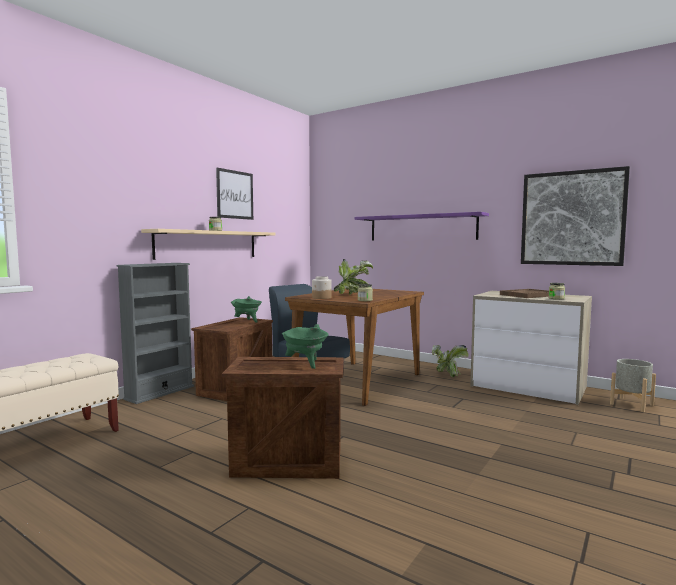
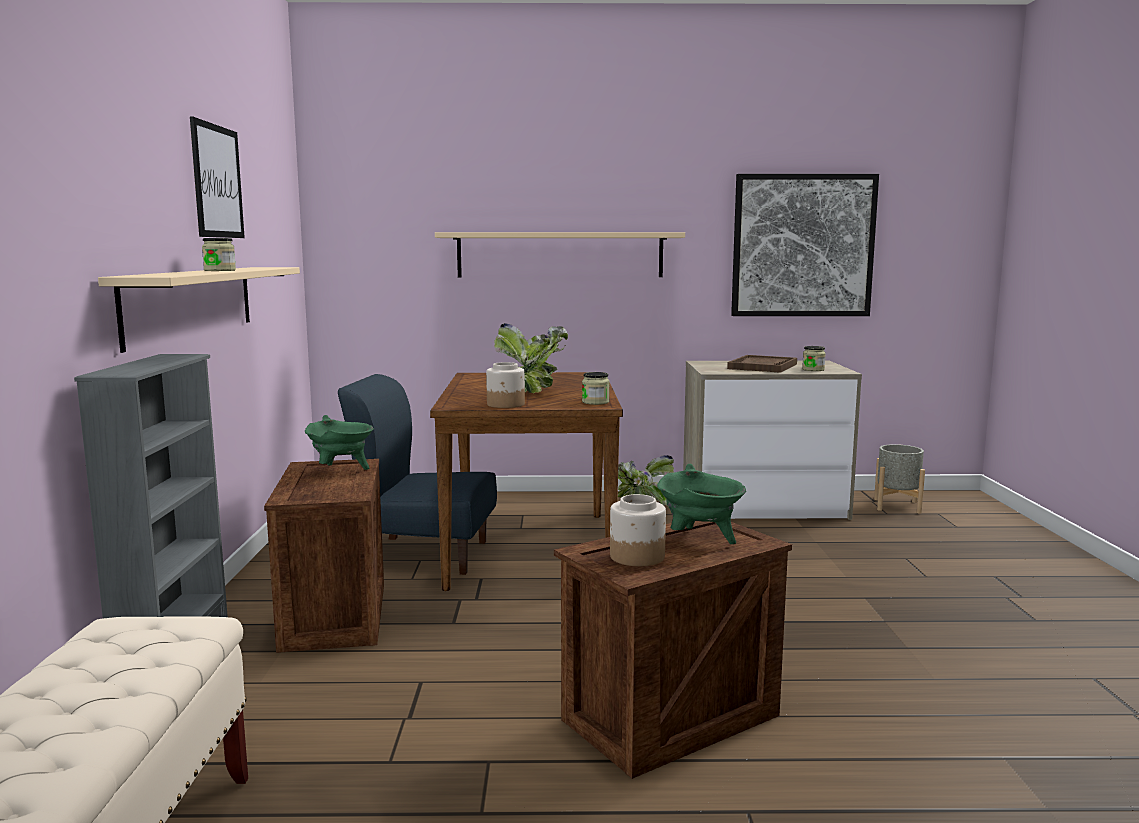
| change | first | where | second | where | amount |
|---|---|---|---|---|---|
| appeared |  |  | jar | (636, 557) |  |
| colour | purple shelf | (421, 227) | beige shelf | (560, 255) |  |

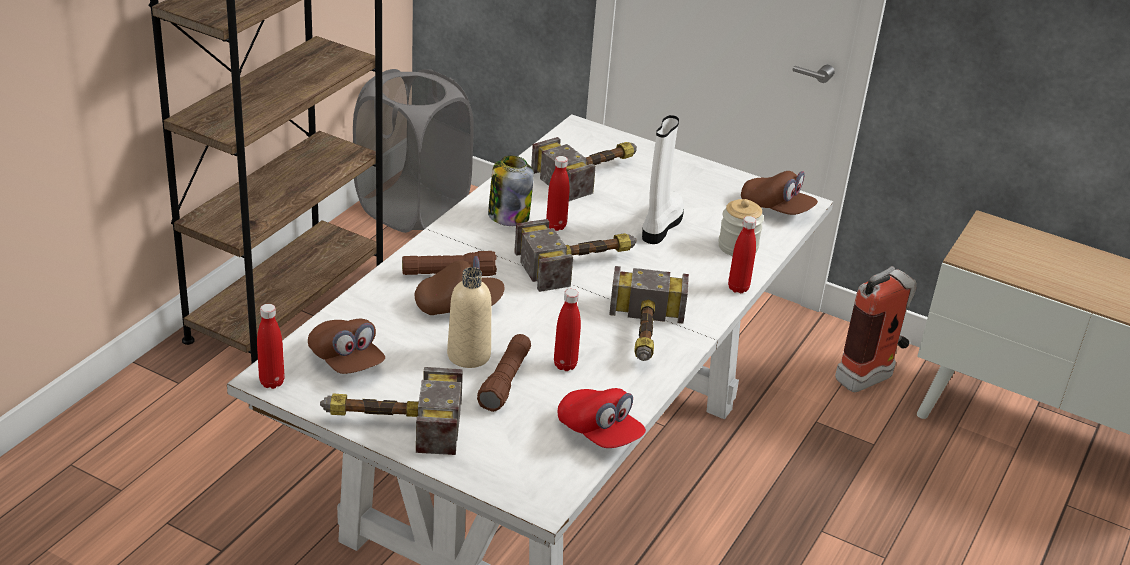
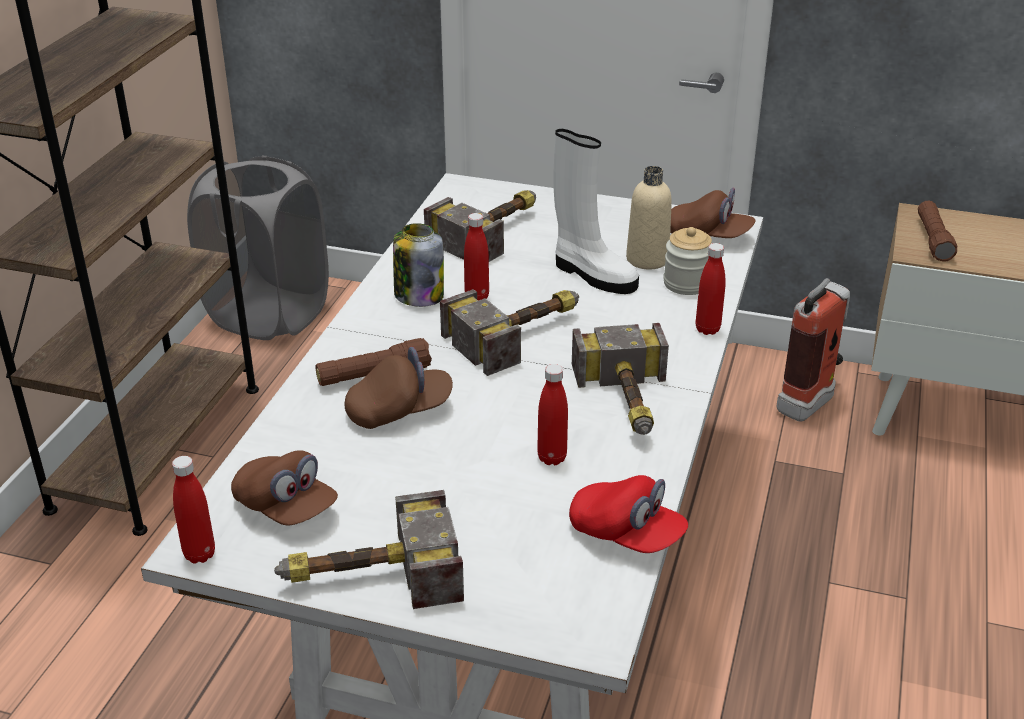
| change | first | where | second | where | amount |
|---|---|---|---|---|---|
| relocated | beige bottle | (469, 355) |  | (647, 259) |  |
| relocated | brown flashlight | (505, 381) |  | (933, 240) |  |
| spun | white boot | (661, 225) |  | (592, 275) | 120 degrees clockwise |

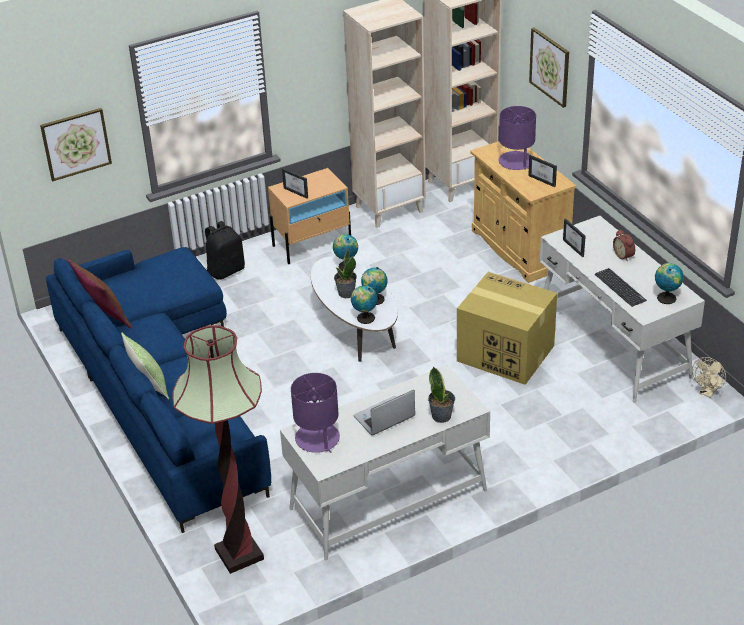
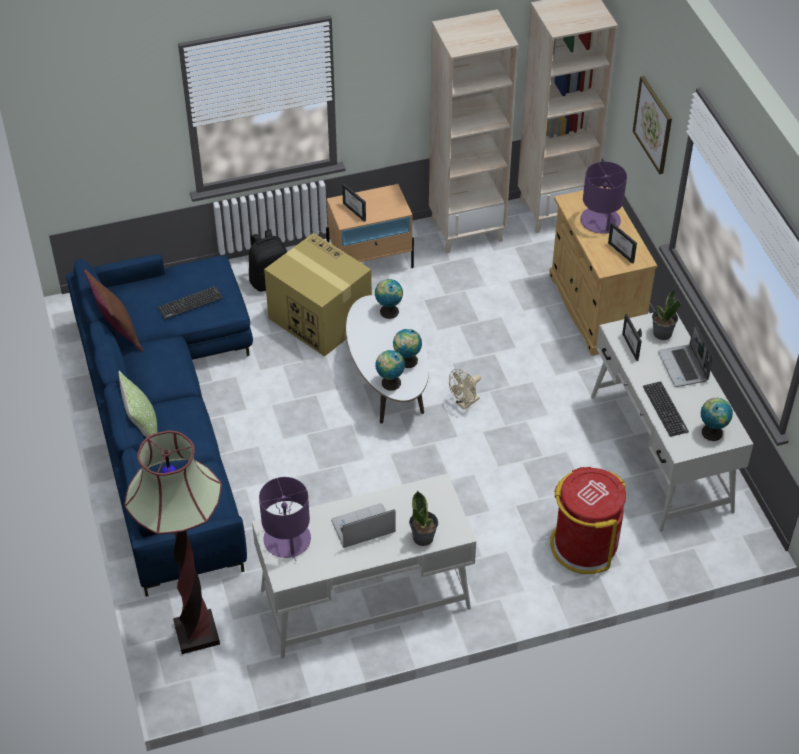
| change | first | where | second | where | amount |
|---|---|---|---|---|---|
| missing | picture | (76, 143) |  |  |  |
| appeared |  |  | keyboard | (190, 303) |  |
| appeared |  |  | red trash can | (584, 545) |  |
| relocated | potted plant | (346, 293) |  | (662, 333) |  |
| relocated | cardboard box | (504, 353) |  | (319, 318) |  |
| relocated | beige fan | (708, 392) |  | (465, 403) |  |
| exchanged | alarm clock | (624, 255) | laptop | (683, 367) |  |

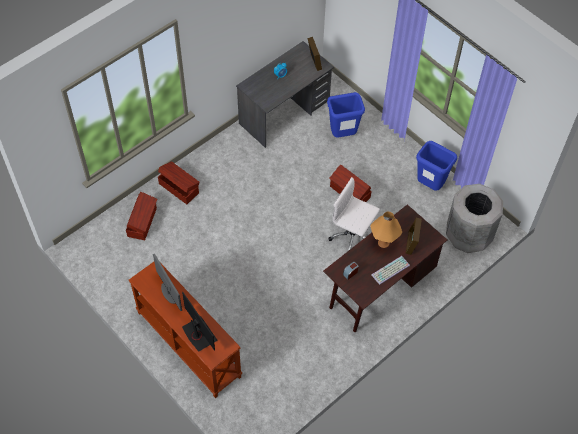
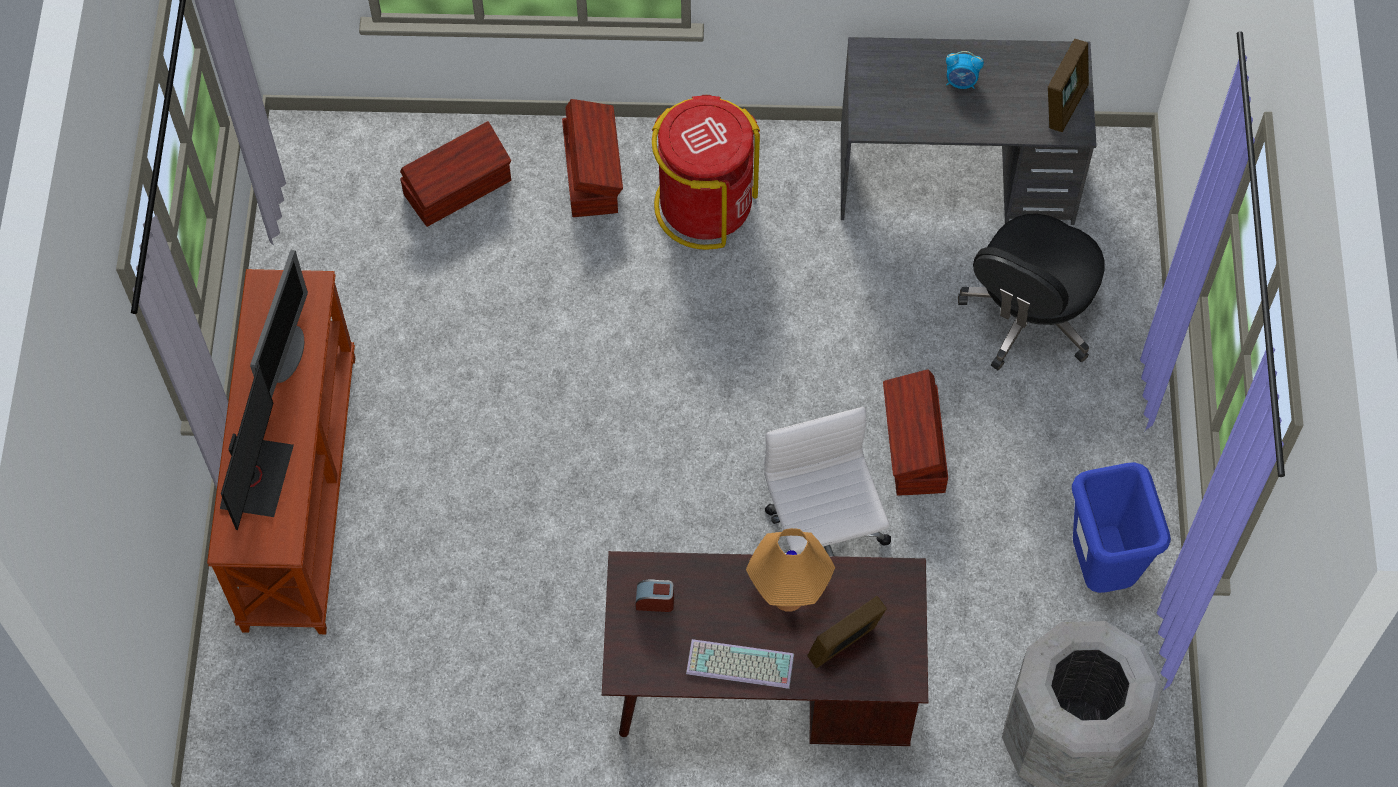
| change | first | where | second | where | amount |
|---|---|---|---|---|---|
| appeared |  |  | red trash can | (704, 205) |  |
| exchanged | blue trash can | (342, 135) | black office chair | (1028, 316) |  |

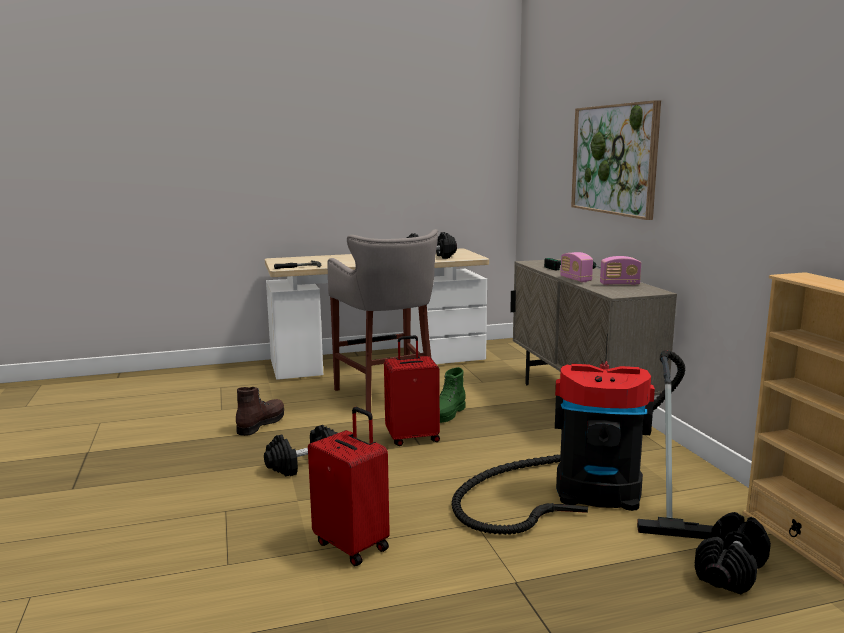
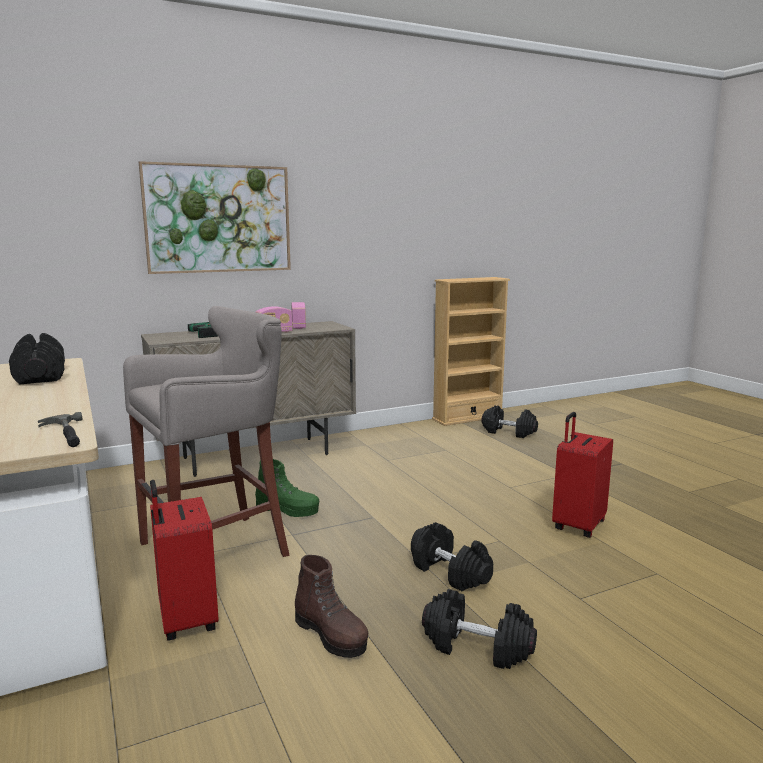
| change | first | where | second | where | amount |
|---|---|---|---|---|---|
| missing | vacuum cleaner | (587, 493) |  |  |  |
| appeared |  |  | black dumbbell | (477, 647) |  |
| relocated | red suitcase | (412, 438) |  | (185, 621) |  |
| spun | brown boot | (261, 424) |  | (331, 635) | 150 degrees counterclockwise |

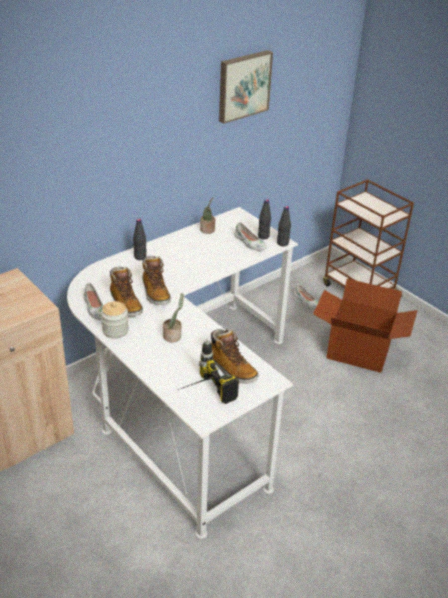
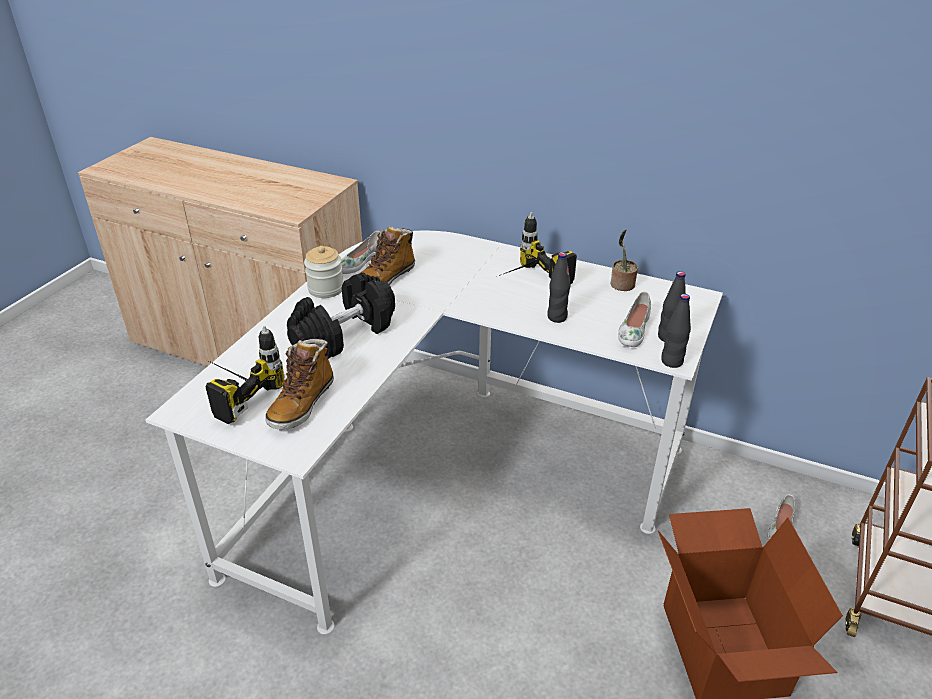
| change | first | where | second | where | amount |
|---|---|---|---|---|---|
| missing | boot | (155, 293) |  |  |  |
| missing | picture | (243, 85) |  |  |  |
| appeared |  |  | power drill | (525, 282) |  |
| relocated | black bottle | (140, 257) |  | (557, 317) |  |
| exchanged | potted plant | (173, 336) | black dumbbell | (344, 333) |  |

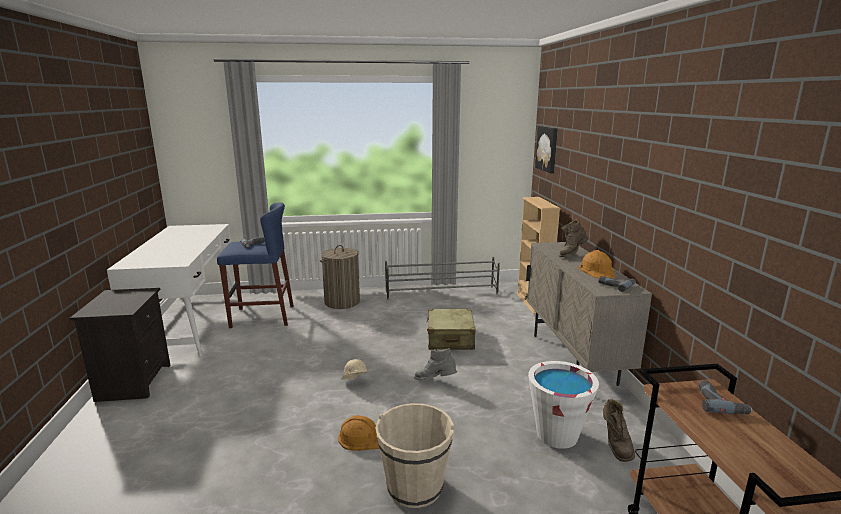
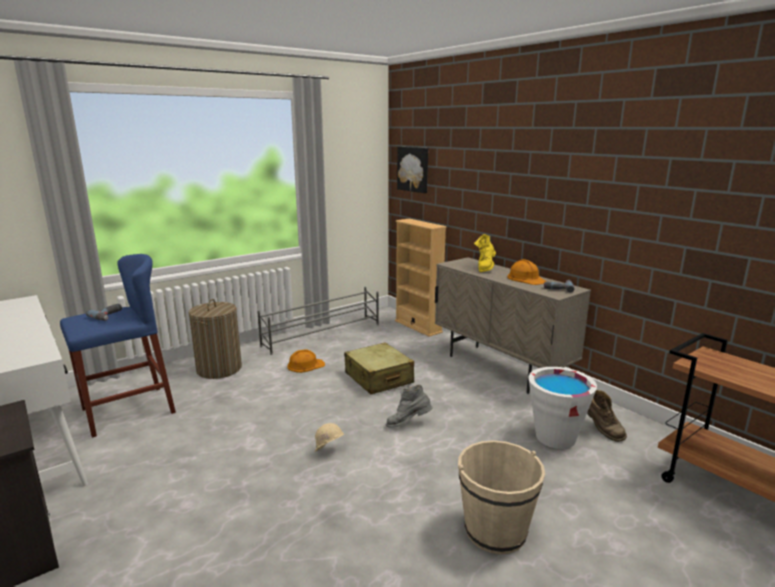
| change | first | where | second | where | amount |
|---|---|---|---|---|---|
| missing | power drill | (720, 403) |  |  |  |
| relocated | orange hard hat | (362, 437) |  | (305, 365) |  |
| colour | brown boot | (571, 254) | yellow boot | (485, 268) |  |

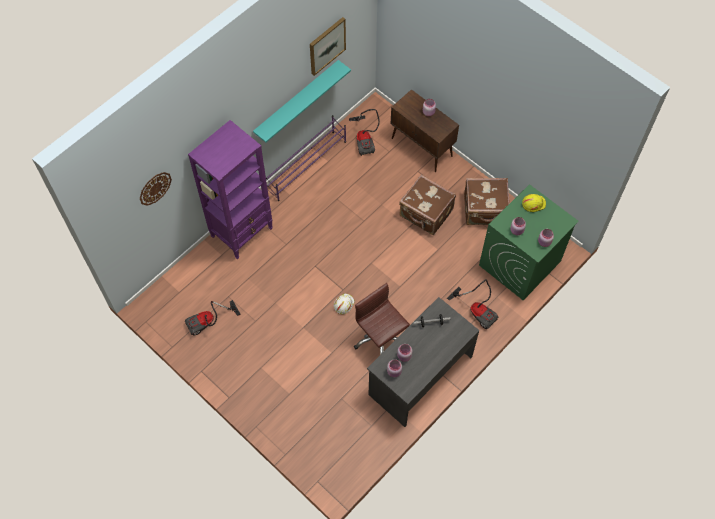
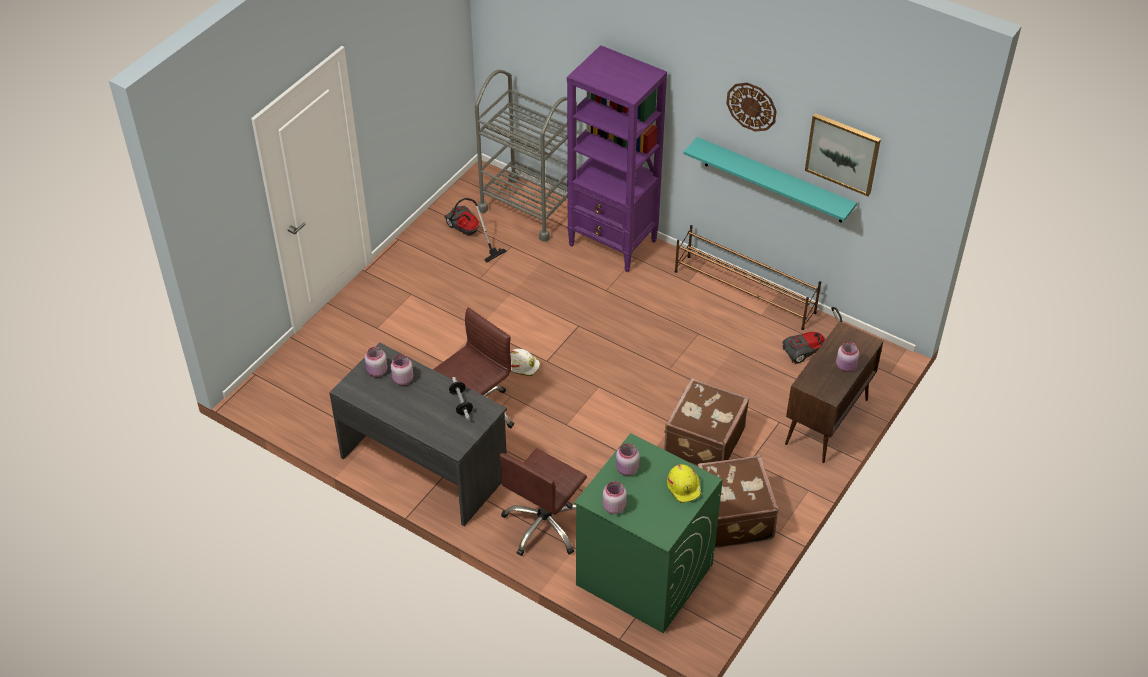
| change | first | where | second | where | amount |
|---|---|---|---|---|---|
| appeared |  |  | grey cart | (528, 208) |  |
| relocated | wall clock | (155, 188) |  | (751, 106) |  |
| exchanged | vacuum cleaner | (477, 310) | brown office chair | (544, 525) |  |
| colour | purple shoe rack | (307, 165) | brown shoe rack | (745, 292) |  |

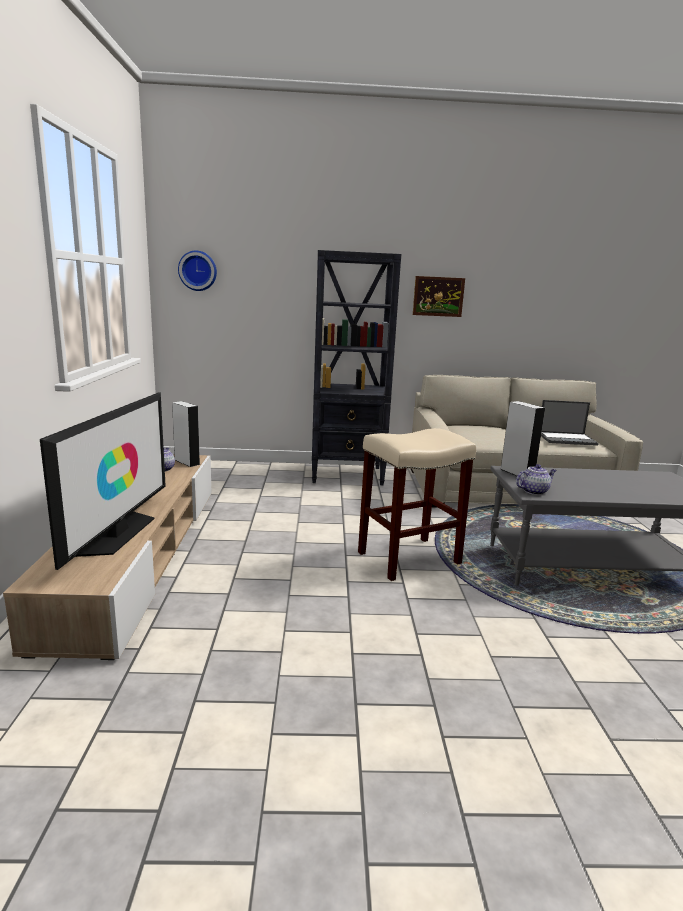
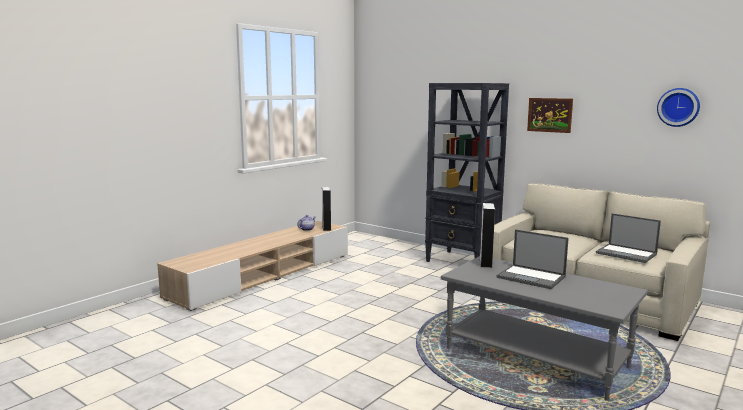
| change | first | where | second | where | amount |
|---|---|---|---|---|---|
| missing | television | (118, 533) |  |  |  |
| missing | beige stool | (409, 558) |  |  |  |
| missing | teapot | (534, 491) |  |  |  |
| appeared |  |  | laptop | (532, 277) |  |
| relocated | wall clock | (198, 271) |  | (678, 107) |  |

